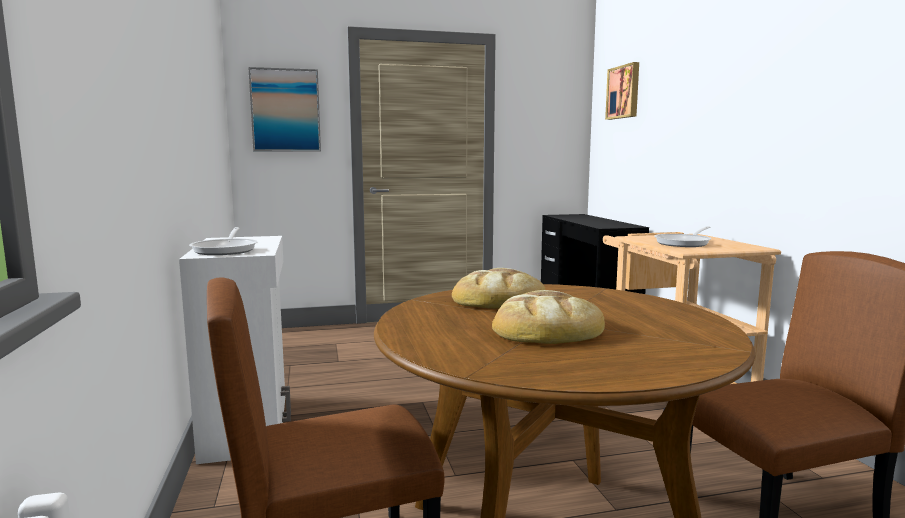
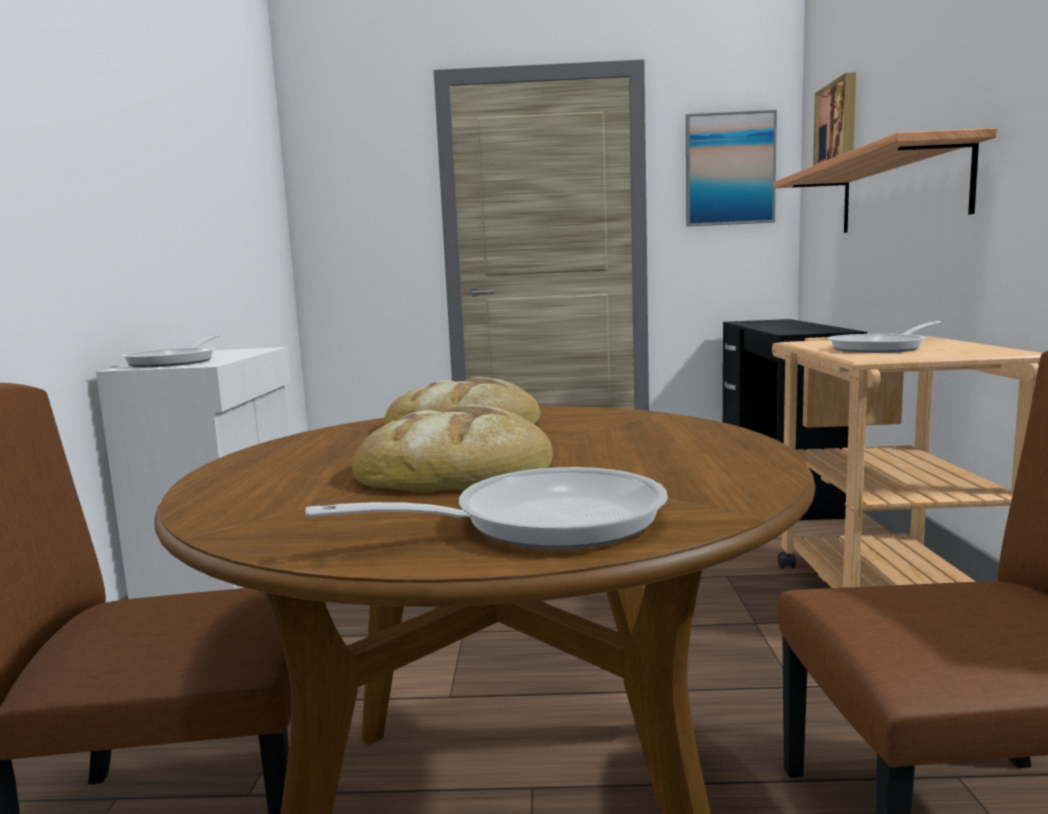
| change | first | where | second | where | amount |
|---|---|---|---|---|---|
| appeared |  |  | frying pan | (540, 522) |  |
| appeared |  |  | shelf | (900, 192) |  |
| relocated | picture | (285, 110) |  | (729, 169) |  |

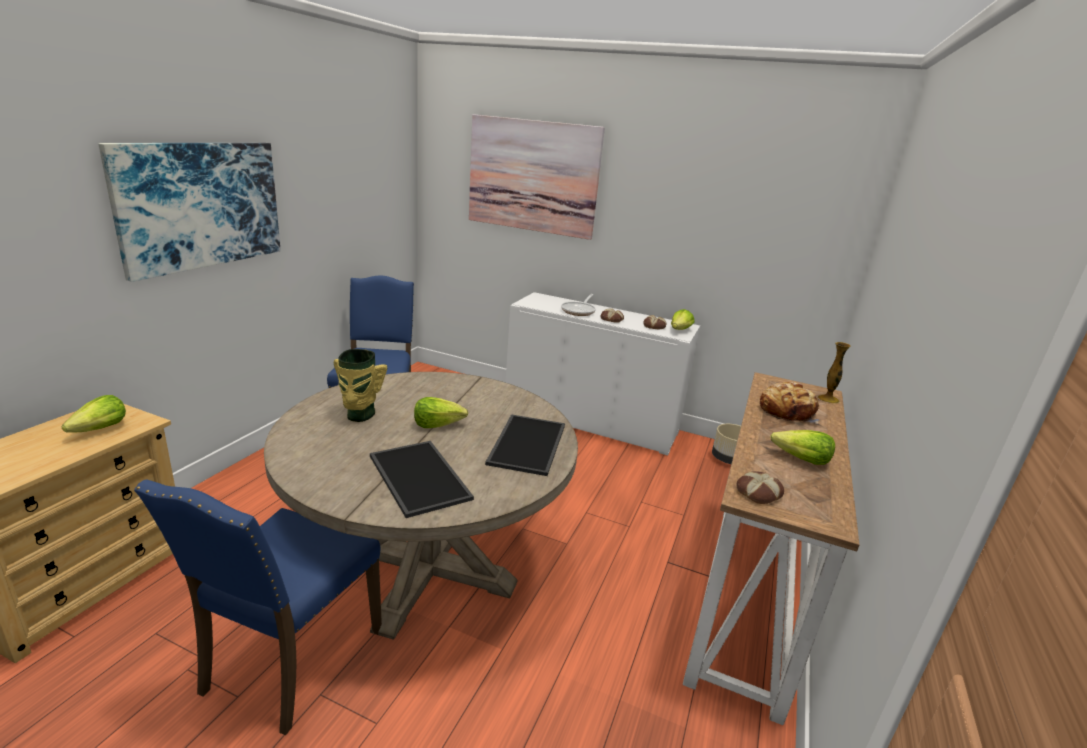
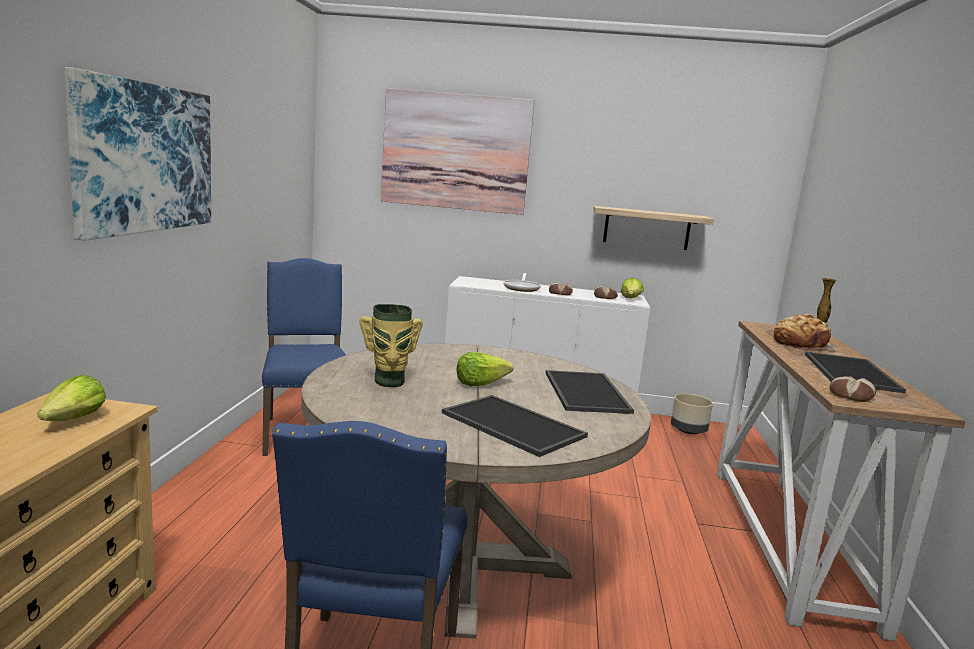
| change | first | where | second | where | amount |
|---|---|---|---|---|---|
| appeared |  |  | shelf | (646, 228) |  |
| exchanged | lettuce | (801, 459) | tray | (853, 373) |  |

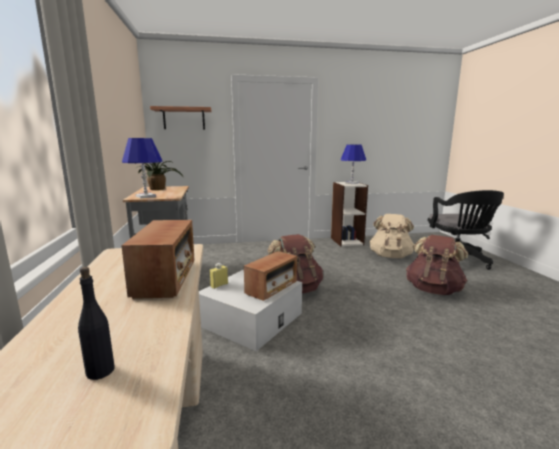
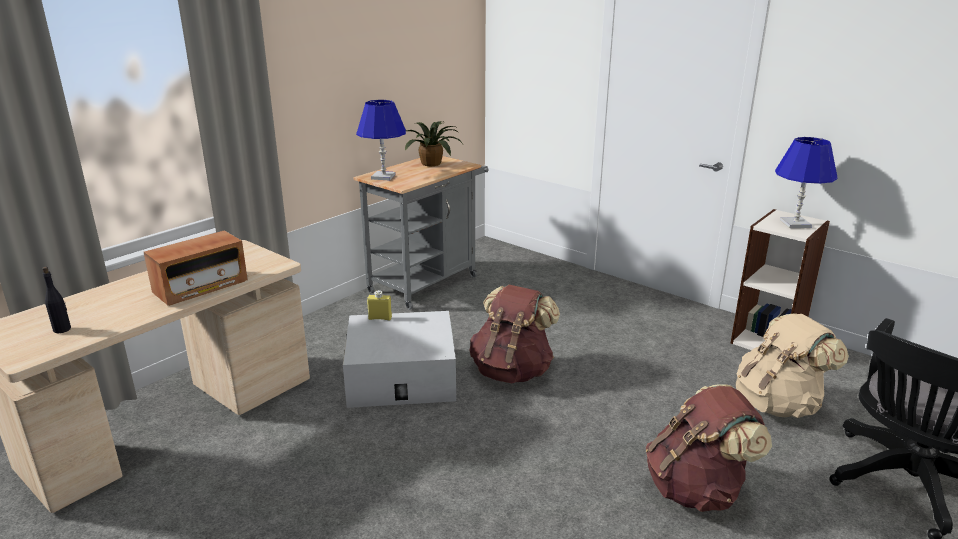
| change | first | where | second | where | amount |
|---|---|---|---|---|---|
| missing | shelf | (184, 119) |  |  |  |
| missing | radio | (271, 288) |  |  |  |

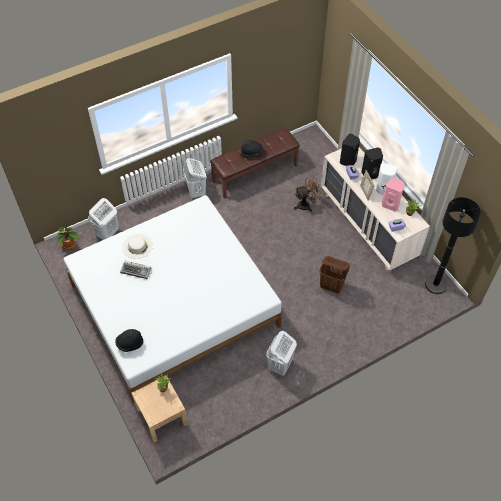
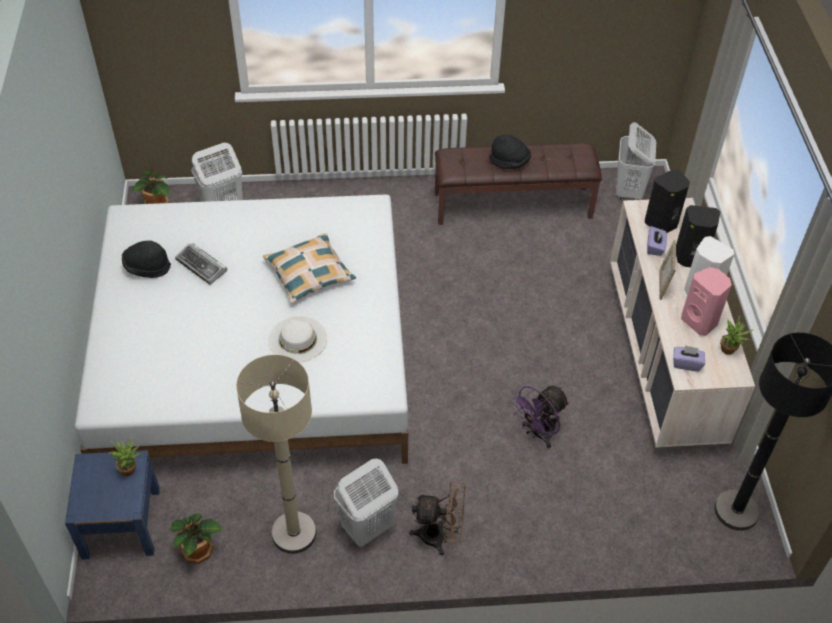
| change | first | where | second | where | amount |
|---|---|---|---|---|---|
| appeared |  |  | potted plant | (198, 551) |  |
| appeared |  |  | beige floor lamp | (294, 533) |  |
| appeared |  |  | pillow | (309, 274) |  |
| relocated | black hat | (130, 344) |  | (147, 267) |  |
| relocated | white hat | (137, 246) |  | (297, 339) |  |
| relocated | white laundry basket | (196, 192) |  | (629, 191) |  |
| relocated | brown fan | (306, 205) |  | (440, 536) |  |
| exchanged | brown laundry basket | (332, 286) | purple fan | (538, 434) |  |
| colour | beige nightstand | (161, 416) | blue nightstand | (121, 523) |  |

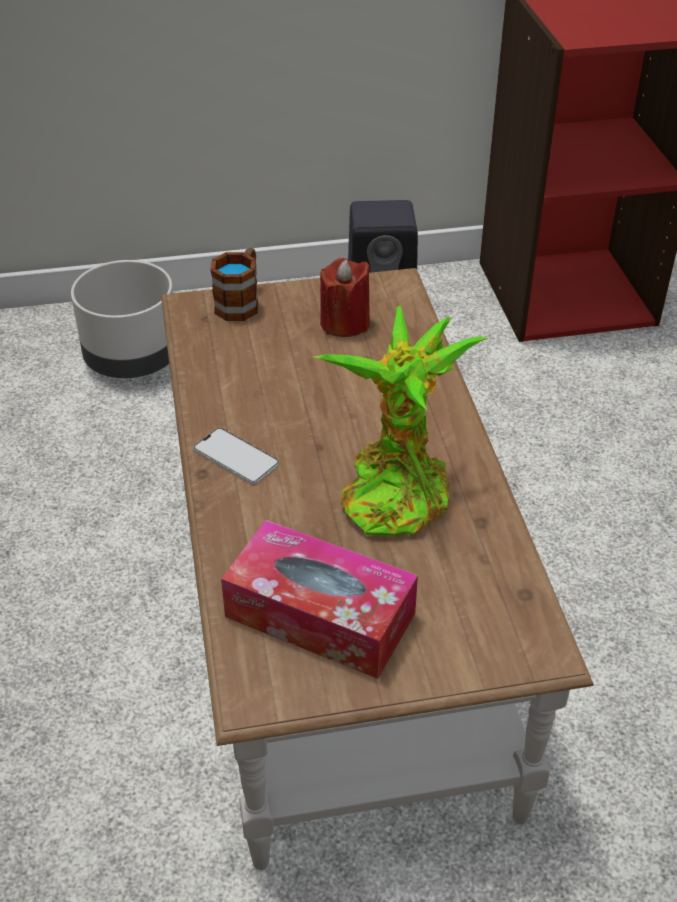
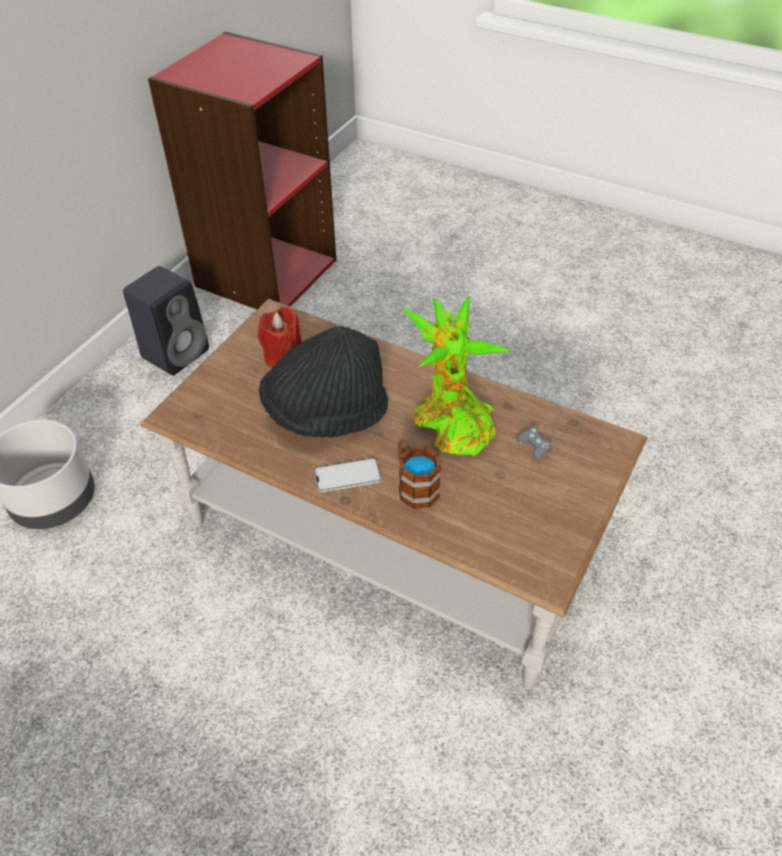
| change | first | where | second | where | amount |
|---|---|---|---|---|---|
| missing | tissue box | (320, 615) |  |  |  |
| appeared |  |  | black hat | (326, 413) |  |
| appeared |  |  | grey game controller | (558, 437) |  |
| relocated | mug | (241, 302) |  | (414, 485) |  |

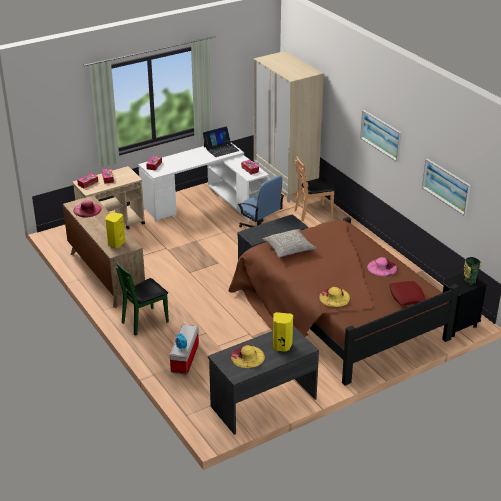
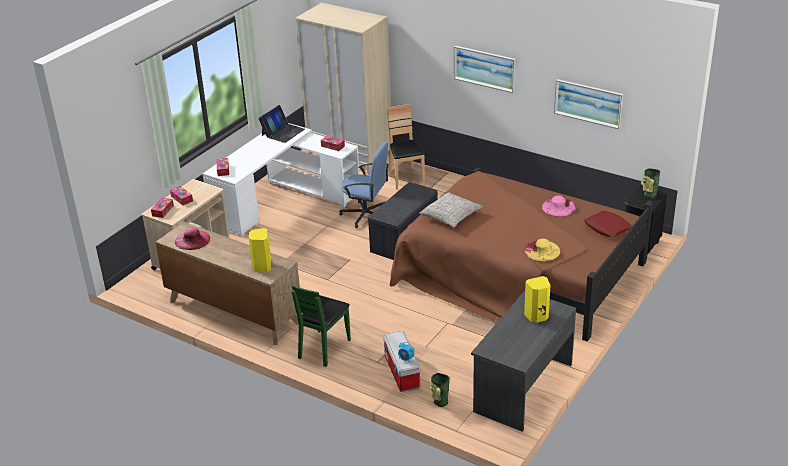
| change | first | where | second | where | amount |
|---|---|---|---|---|---|
| missing | yellow hat | (247, 356) |  |  |  |
| appeared |  |  | vase | (440, 401) |  |
| spun | brown chair | (313, 213) |  | (405, 178) | 120 degrees clockwise |

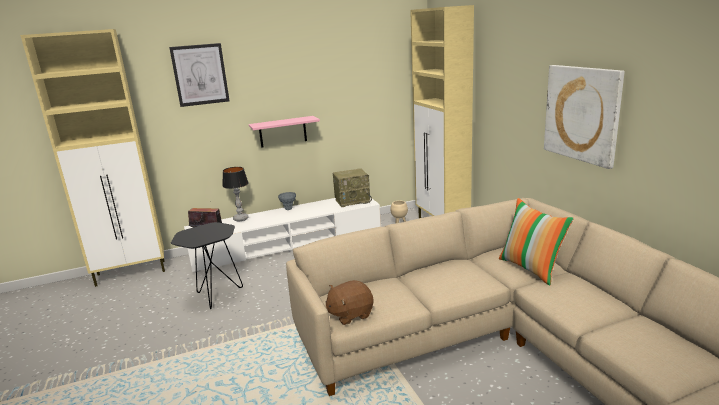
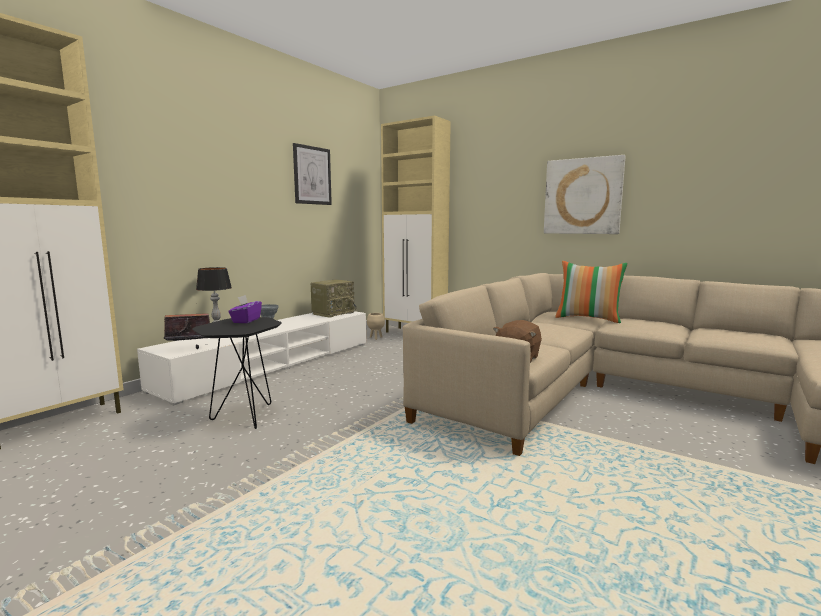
| change | first | where | second | where | amount |
|---|---|---|---|---|---|
| missing | pink shelf | (282, 132) |  |  |  |
| appeared |  |  | purple tissue box | (246, 320) |  |
| relocated | picture | (200, 75) |  | (312, 175) |  |

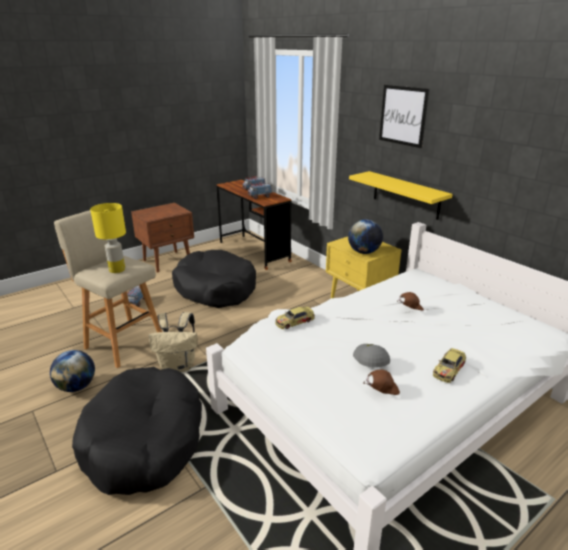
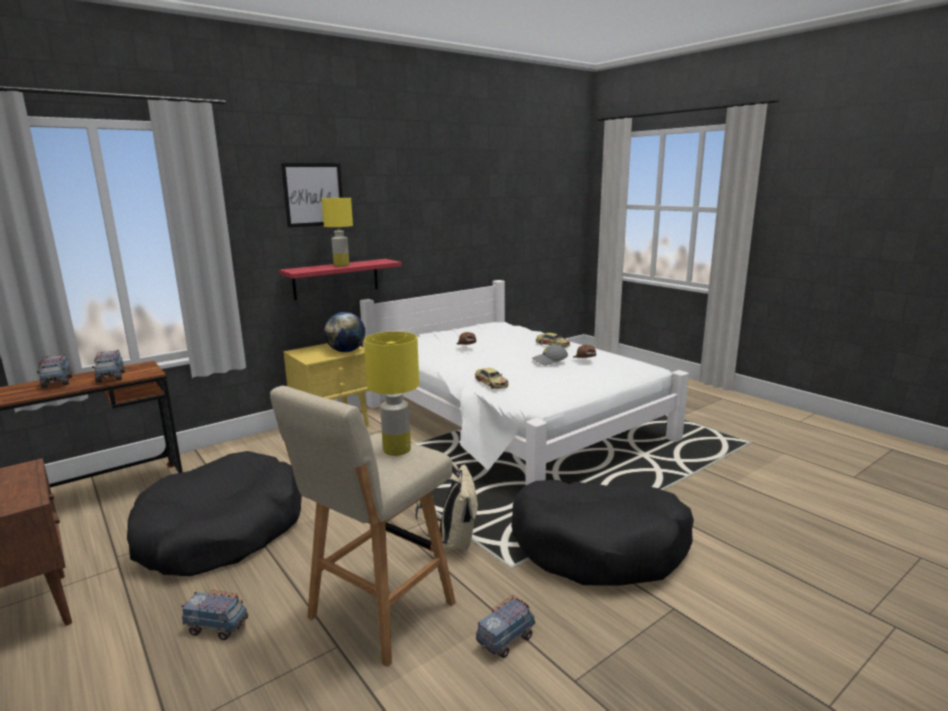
| change | first | where | second | where | amount |
|---|---|---|---|---|---|
| appeared |  |  | yellow table lamp | (341, 265) |  |
| exchanged | globe | (77, 386) | toy truck | (506, 640) |  |
| colour | yellow shelf | (406, 195) | red shelf | (336, 279) |  |

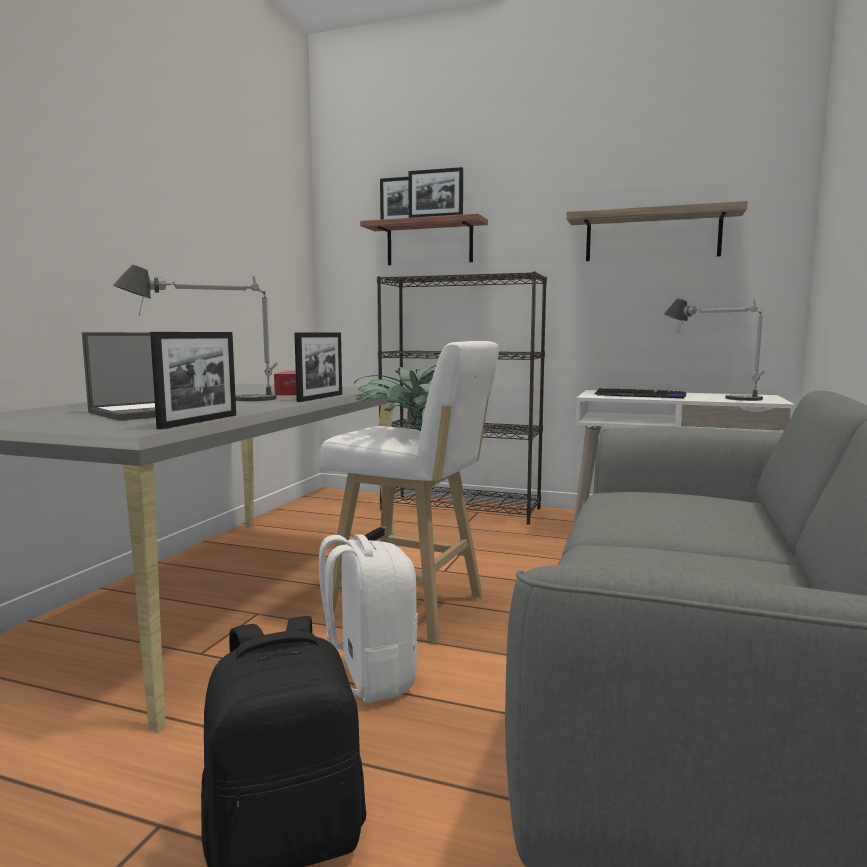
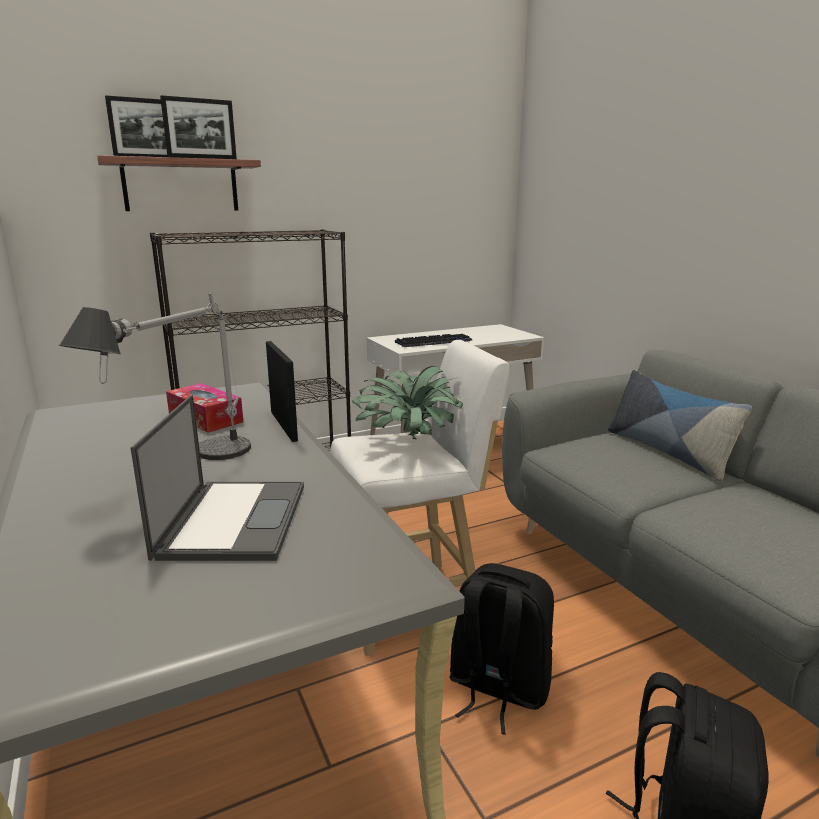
| change | first | where | second | where | amount |
|---|---|---|---|---|---|
| missing | picture frame | (199, 421) |  |  |  |
| missing | shelf | (652, 236) |  |  |  |
| missing | table lamp | (712, 396) |  |  |  |
| appeared |  |  | pillow | (667, 452) |  |
| colour | white backpack | (367, 678) | black backpack | (497, 688) |  |

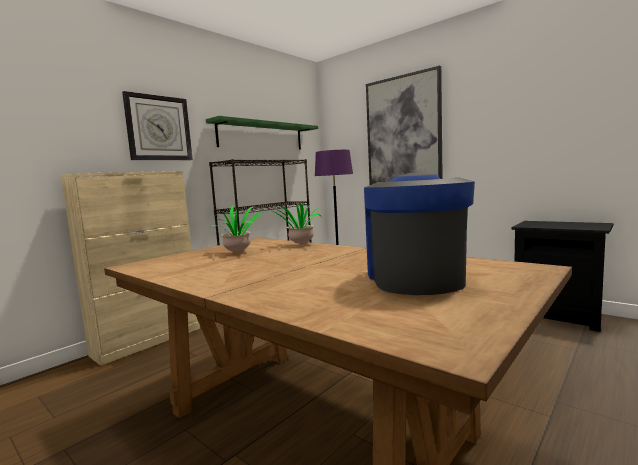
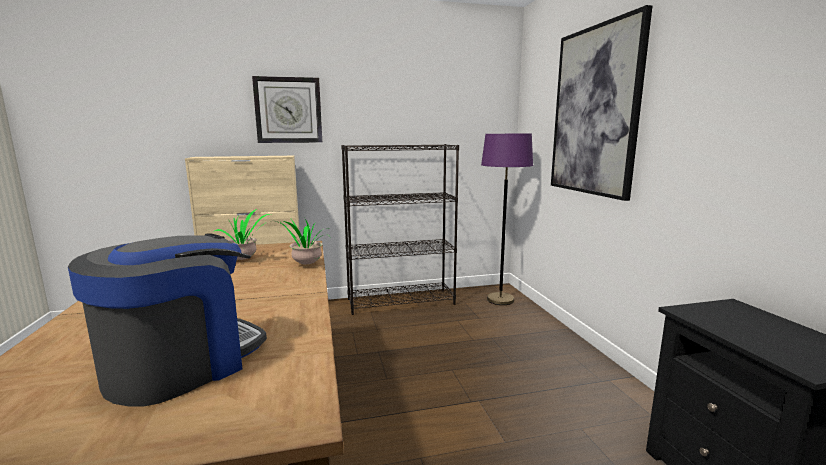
| change | first | where | second | where | amount |
|---|---|---|---|---|---|
| missing | green shelf | (262, 136) |  |  |  |

